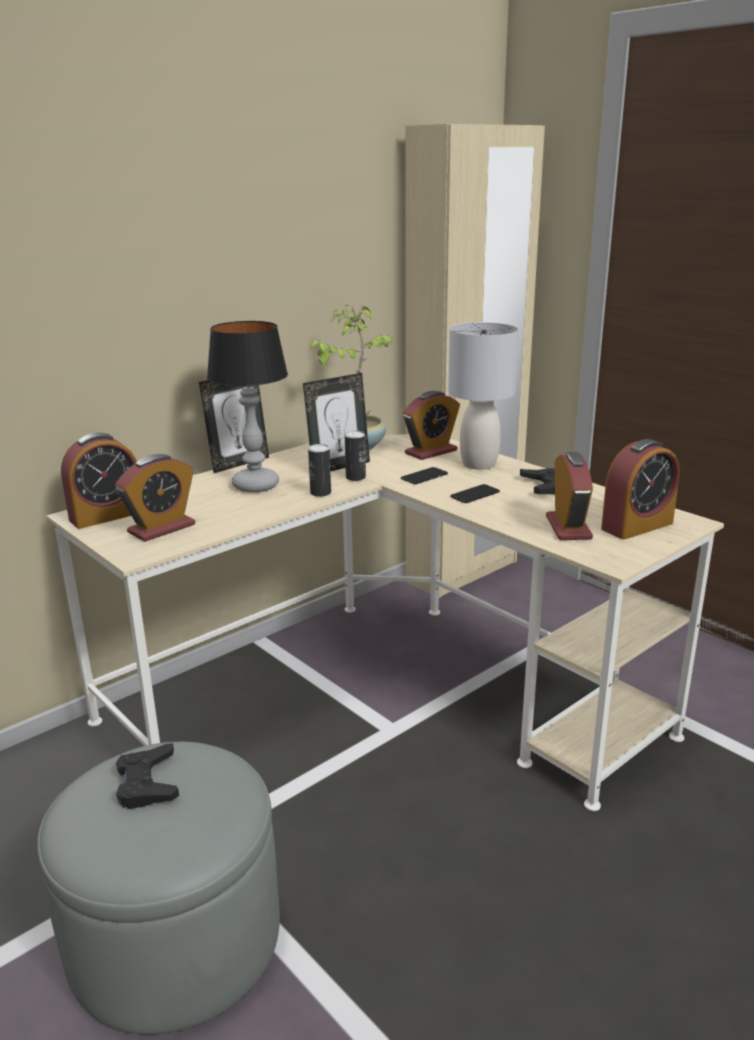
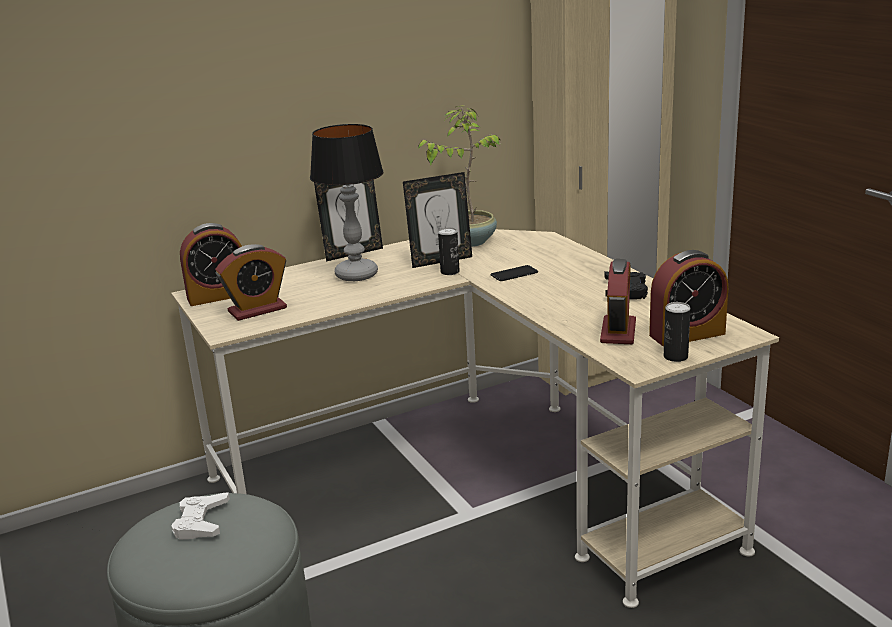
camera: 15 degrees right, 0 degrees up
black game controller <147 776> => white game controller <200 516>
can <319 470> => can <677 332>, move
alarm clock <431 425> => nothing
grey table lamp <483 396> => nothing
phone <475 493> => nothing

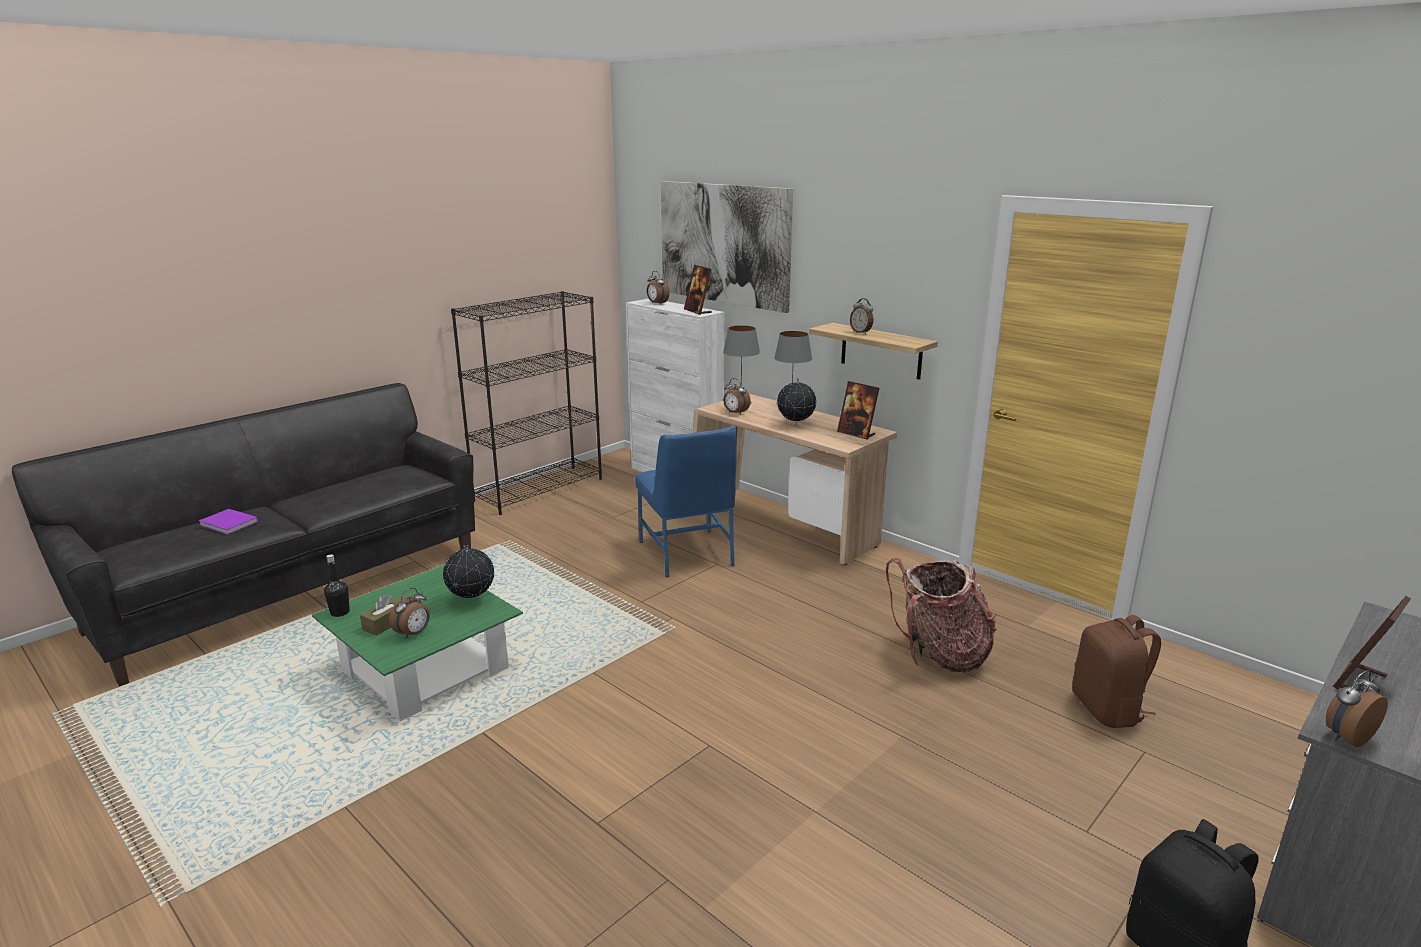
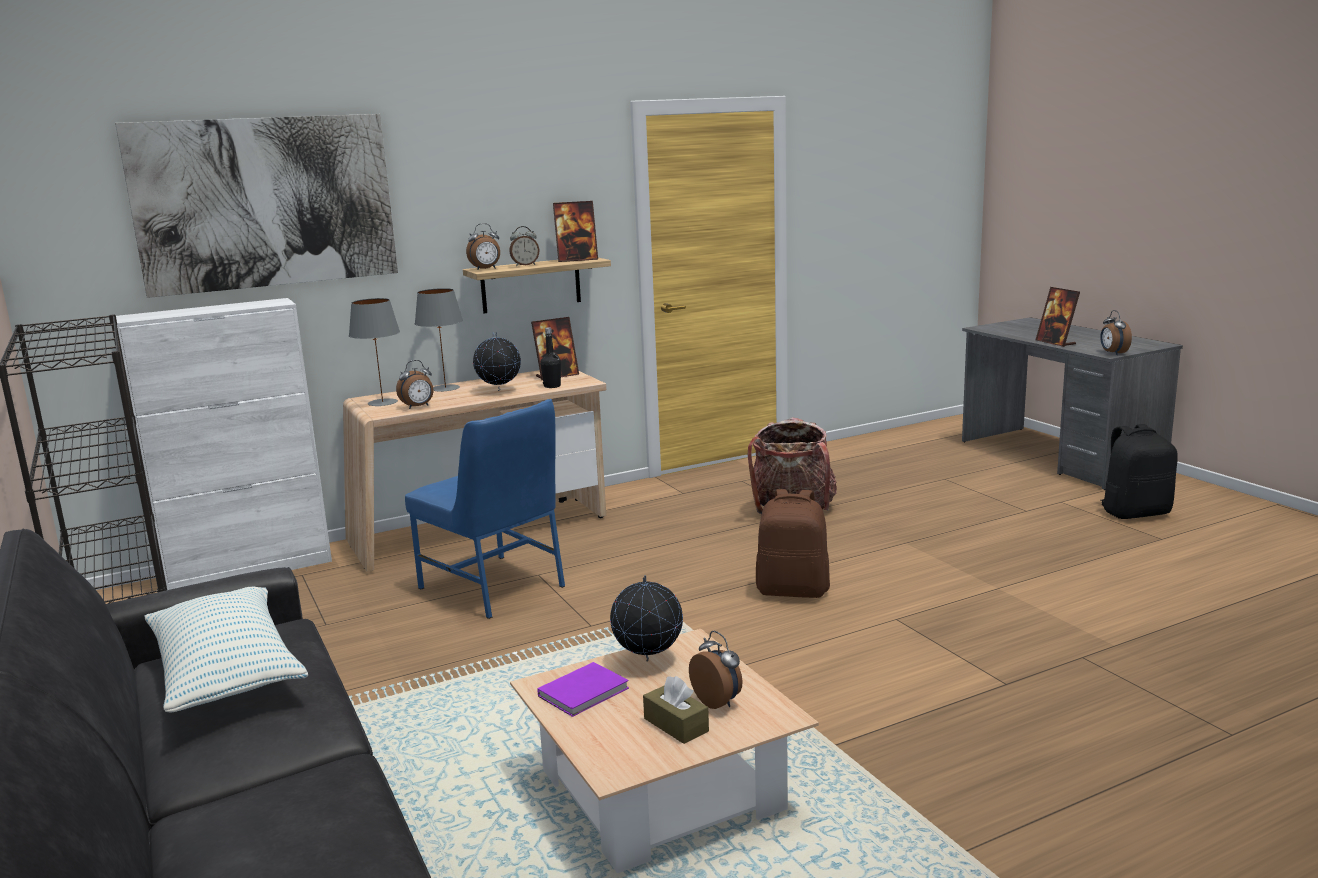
camera: 70 degrees left, 5 degrees down
nothing => pillow <226 650>
blue chair <686 501> => blue chair <485 509>, 45 degrees clockwise
alarm clock <658 288> => alarm clock <483 246>, move
green coffee table <417 642> => beige coffee table <664 751>
purple book <228 522> => purple book <583 689>, move
black bottle <337 585> => black bottle <550 357>, move
picture frame <698 290> => picture frame <575 231>, move
brown backpack <1116 671> => brown backpack <793 543>, move

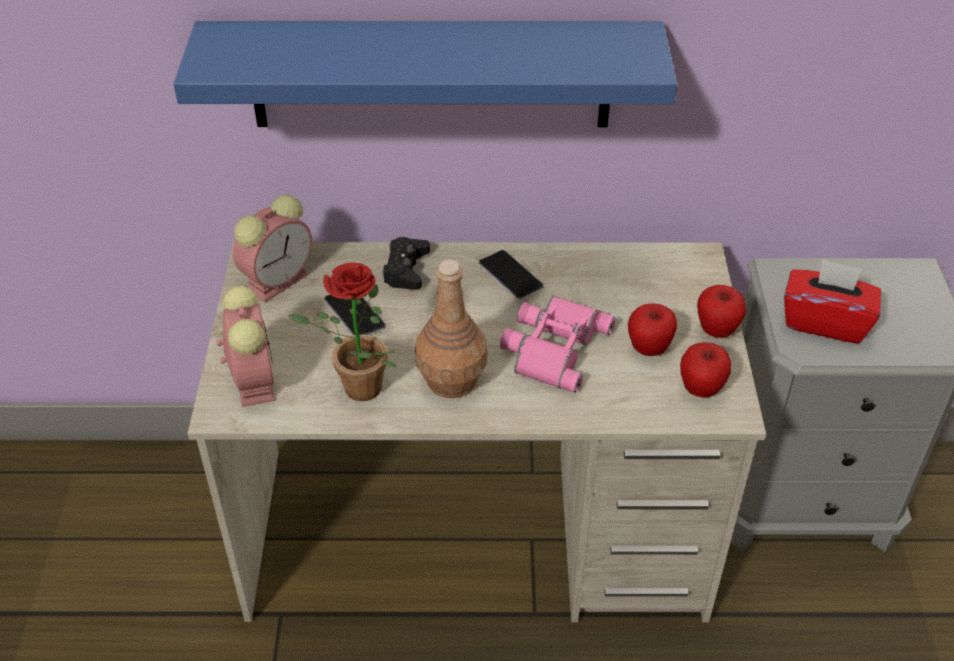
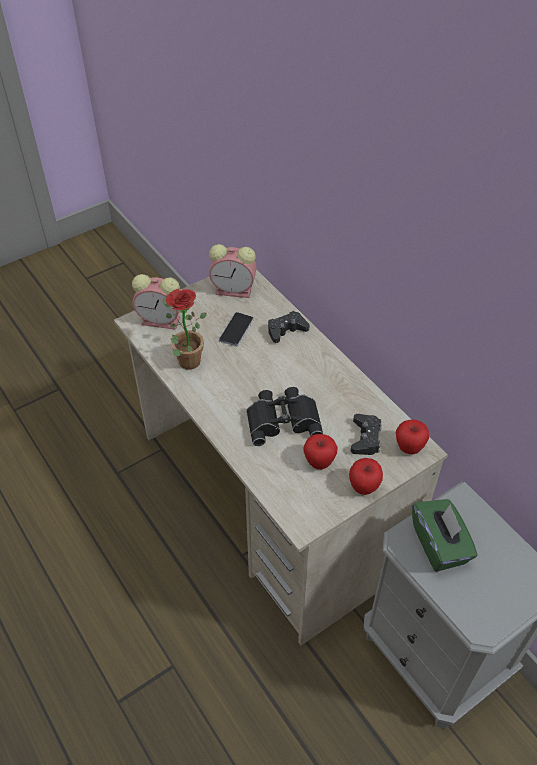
camera: 55 degrees right, 5 degrees up
alarm clock <245 346> => alarm clock <156 302>, 60 degrees clockwise
pink binoculars <558 344> => black binoculars <284 416>
nothing => black game controller <366 434>
apple <705 370> => apple <412 437>, move
red tissue box <832 301> => green tissue box <445 535>
blue shelf <425 74> => nothing
brown bottle <451 329> => nothing
phone <511 275> => nothing

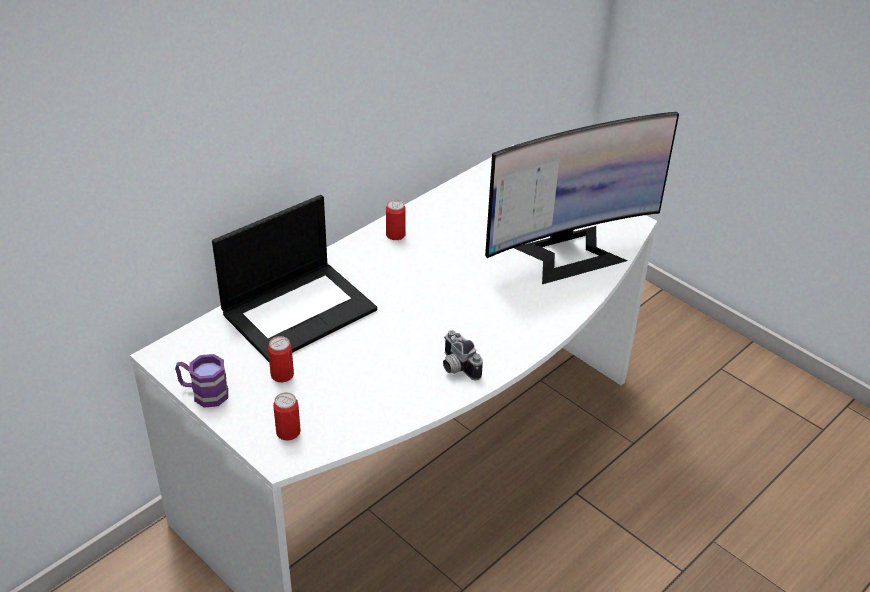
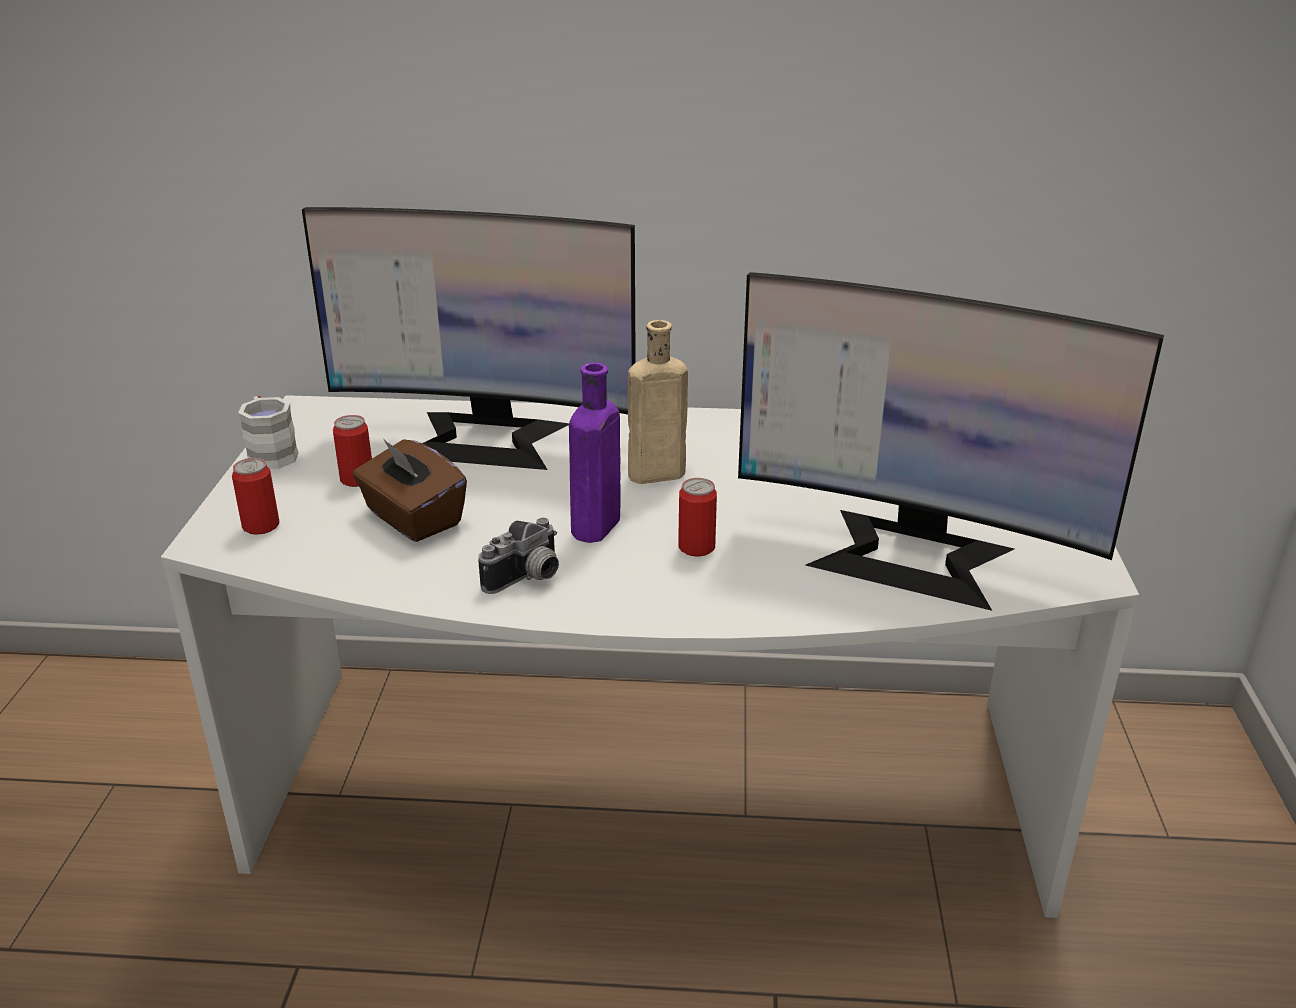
camera: 50 degrees right, 10 degrees down
purple mug <201 381> => white mug <268 432>
laptop <294 278> => monitor <469 338>
nothing => brown tissue box <410 489>
photo camera <463 355> => photo camera <518 556>, 150 degrees counterclockwise
nothing => purple bottle <594 452>
nothing => beige bottle <654 402>
can <396 220> => can <697 517>, move

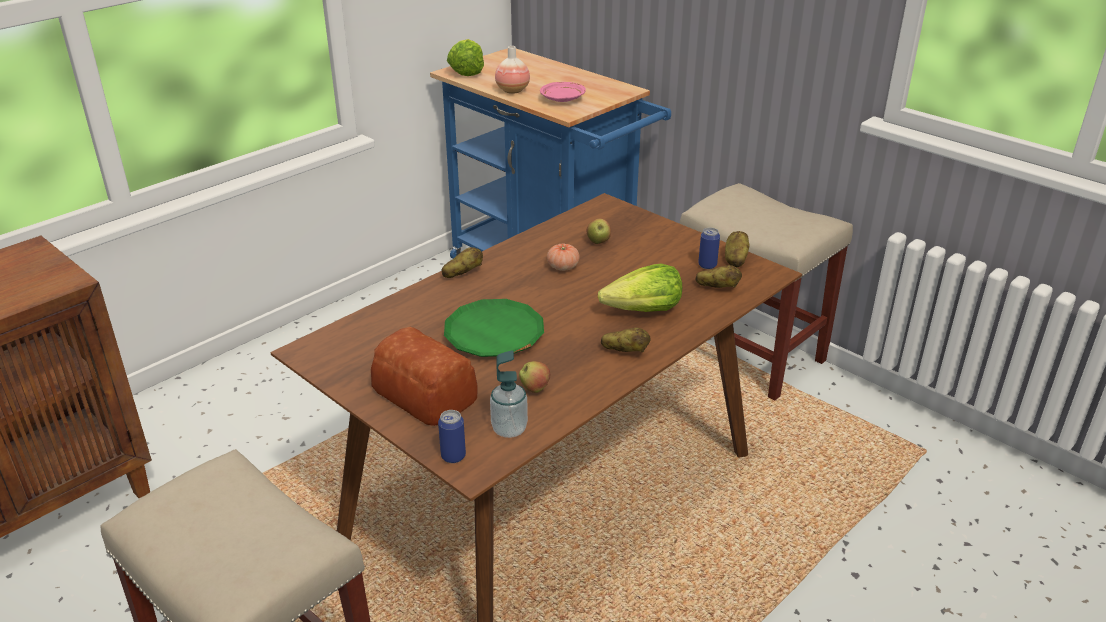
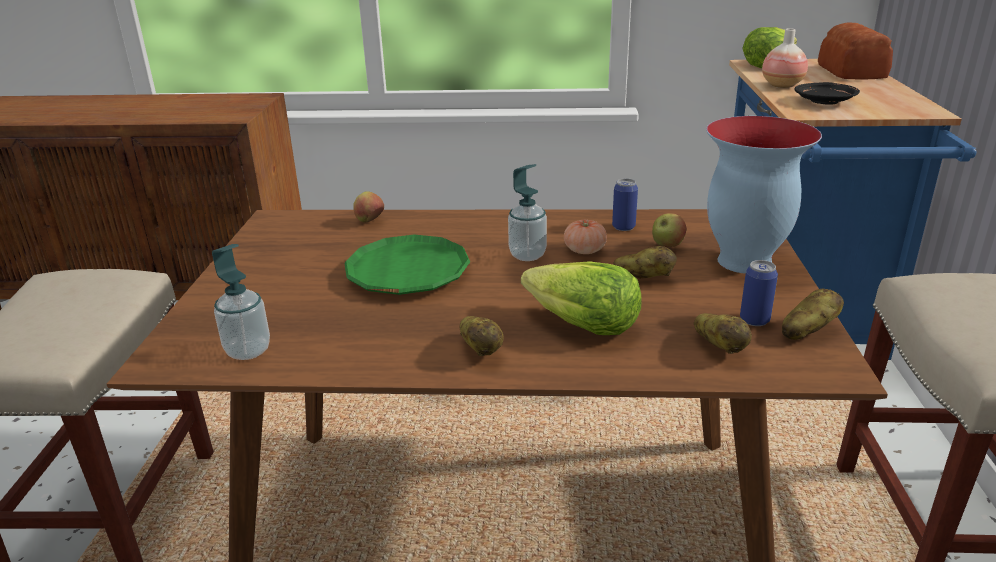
camera: 50 degrees right, 5 degrees down
apple <535 377> => apple <368 206>, move
nothing => soap dispenser <527 212>
can <452 436> => can <625 204>, move
potato <462 262> => potato <645 262>, move
nothing => vase <764 195>
pink plate <563 92> => black plate <827 93>
bread <424 376> => bread <855 51>, move

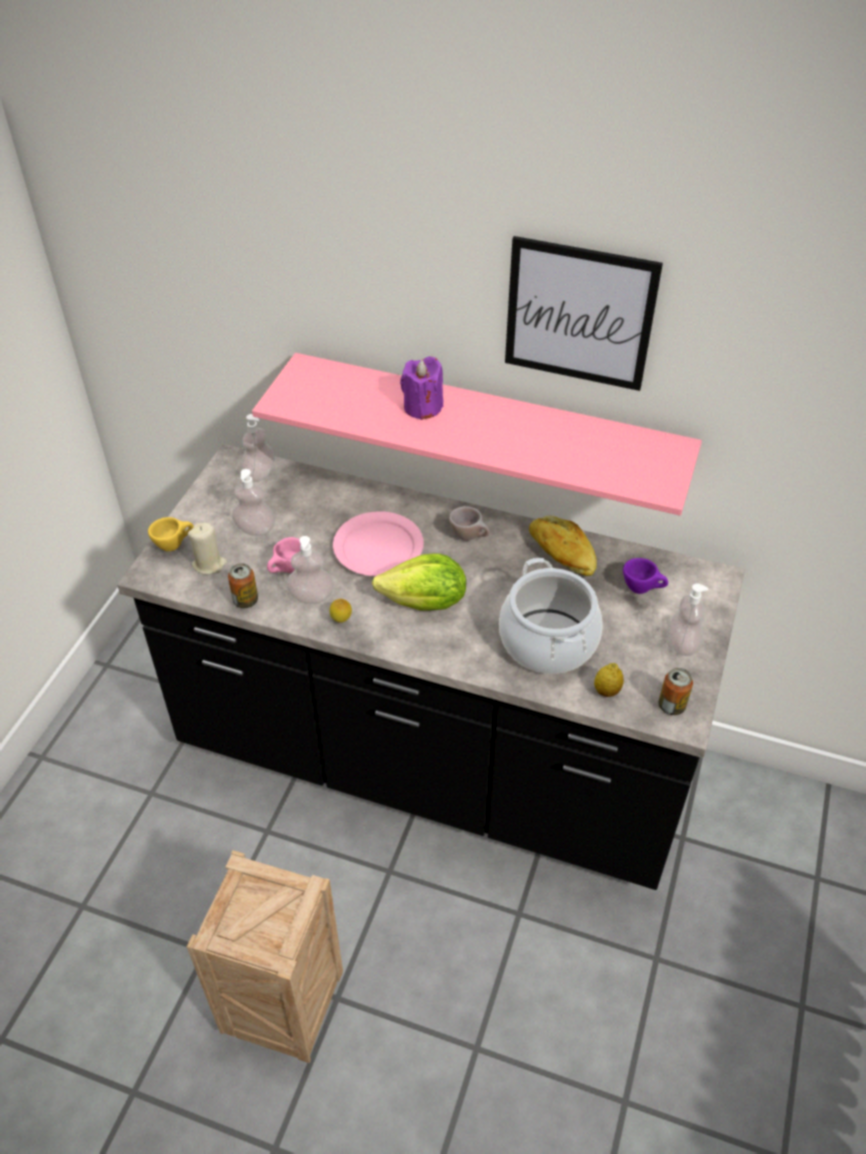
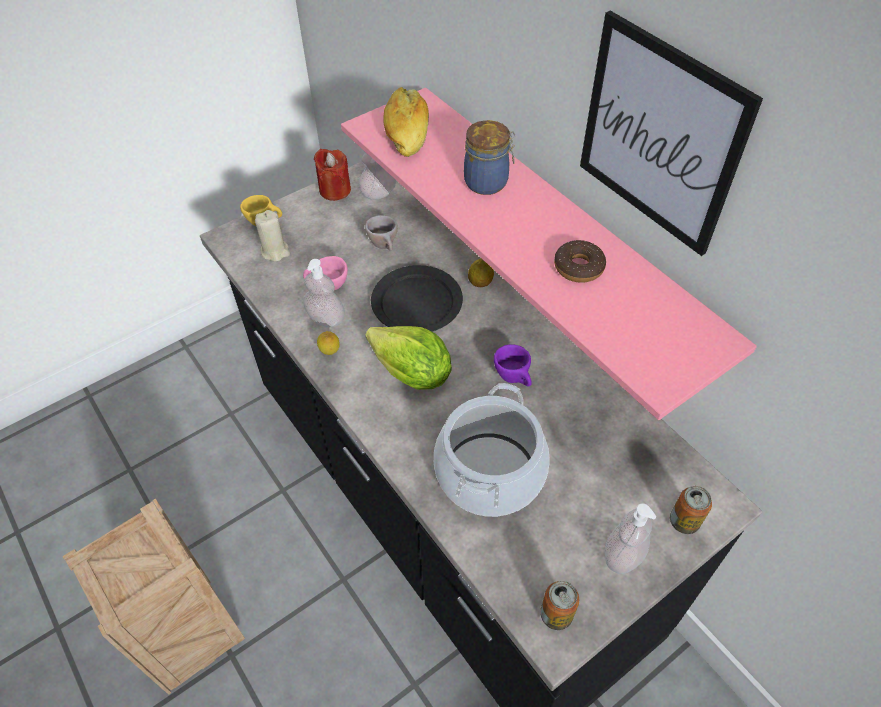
camera: 35 degrees right, 5 degrees up
nothing => red candle <332 175>
beige cup <469 523> => beige cup <381 233>, move
pink plate <378 543> => black plate <417 298>
bread <563 545> => bread <406 122>, move
purple candle <421 388> => jar <489 157>
lemon <609 680> => lemon <481 272>, move
purple cup <645 576> => purple cup <513 365>, move
nothing => donut <580 261>
can <243 585> => can <691 510>, move
soap dispenser <253 502> => nothing

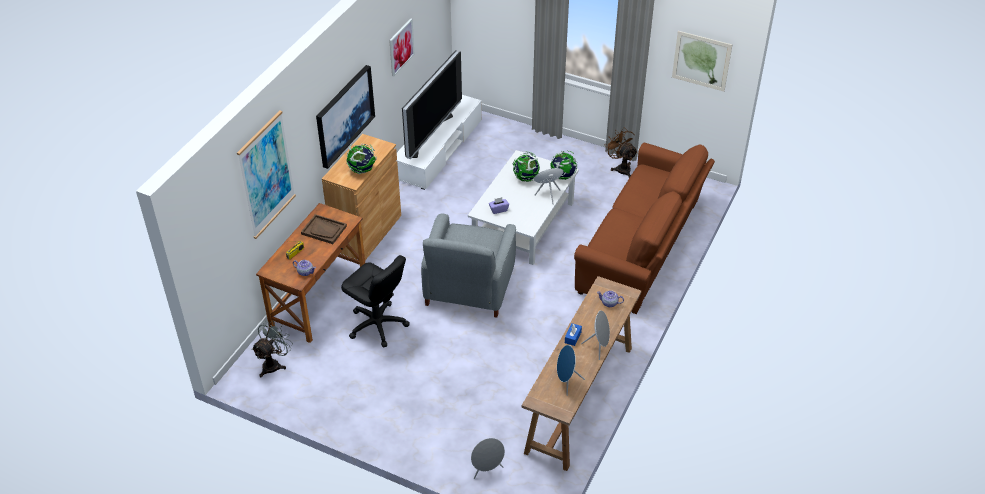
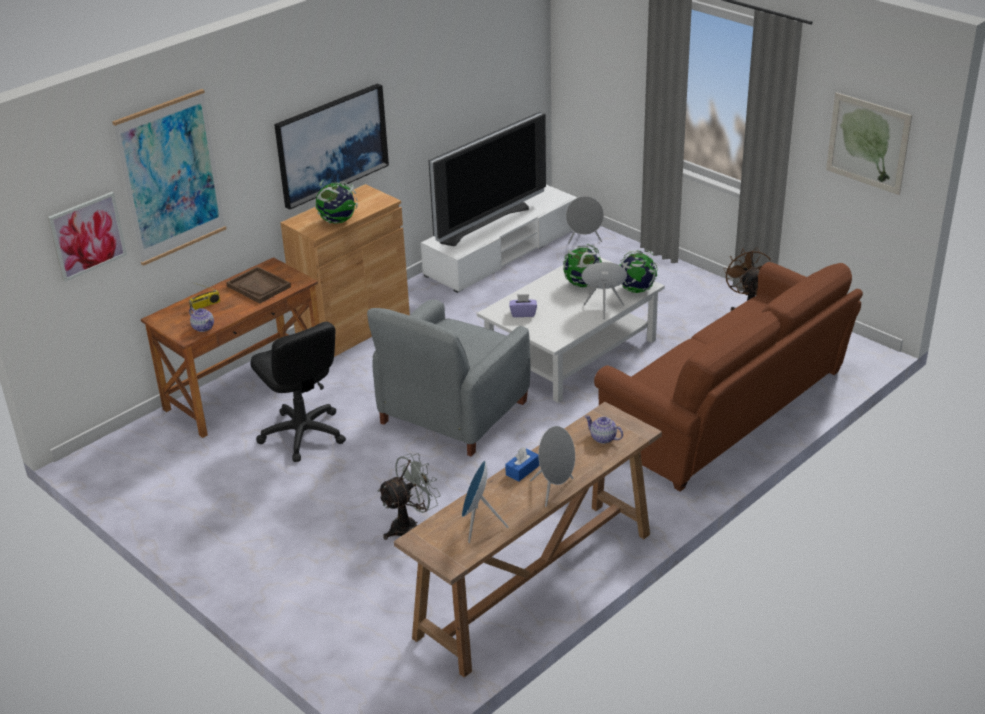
camera: 20 degrees right, 10 degrees down
picture <402 47> => picture <87 237>, move
grey fan <272 349> => grey fan <409 496>, move
grey speaker <488 458> => grey speaker <585 220>, move

